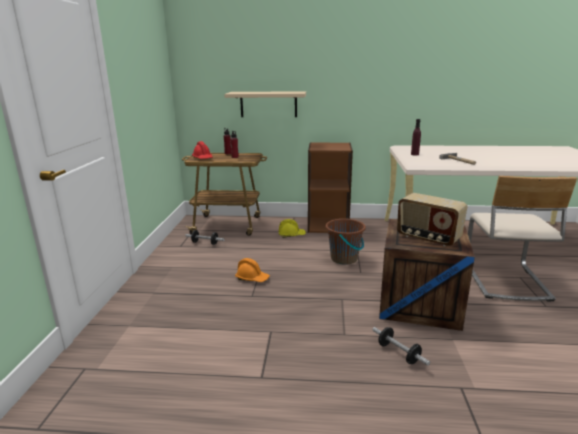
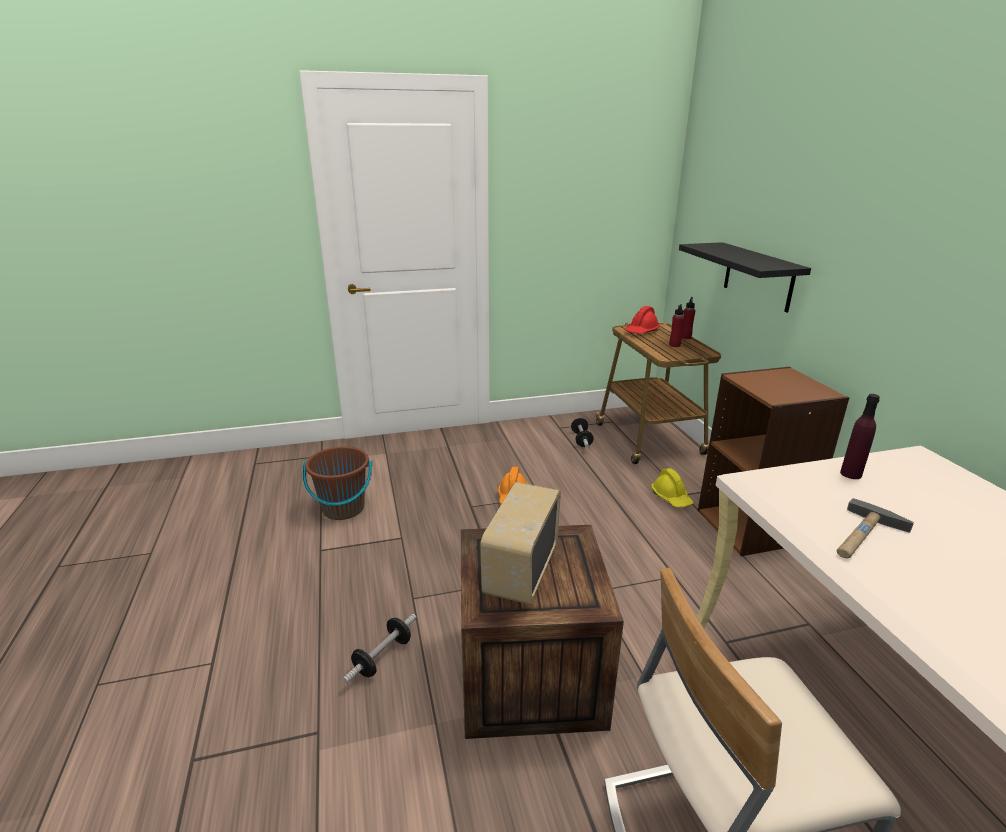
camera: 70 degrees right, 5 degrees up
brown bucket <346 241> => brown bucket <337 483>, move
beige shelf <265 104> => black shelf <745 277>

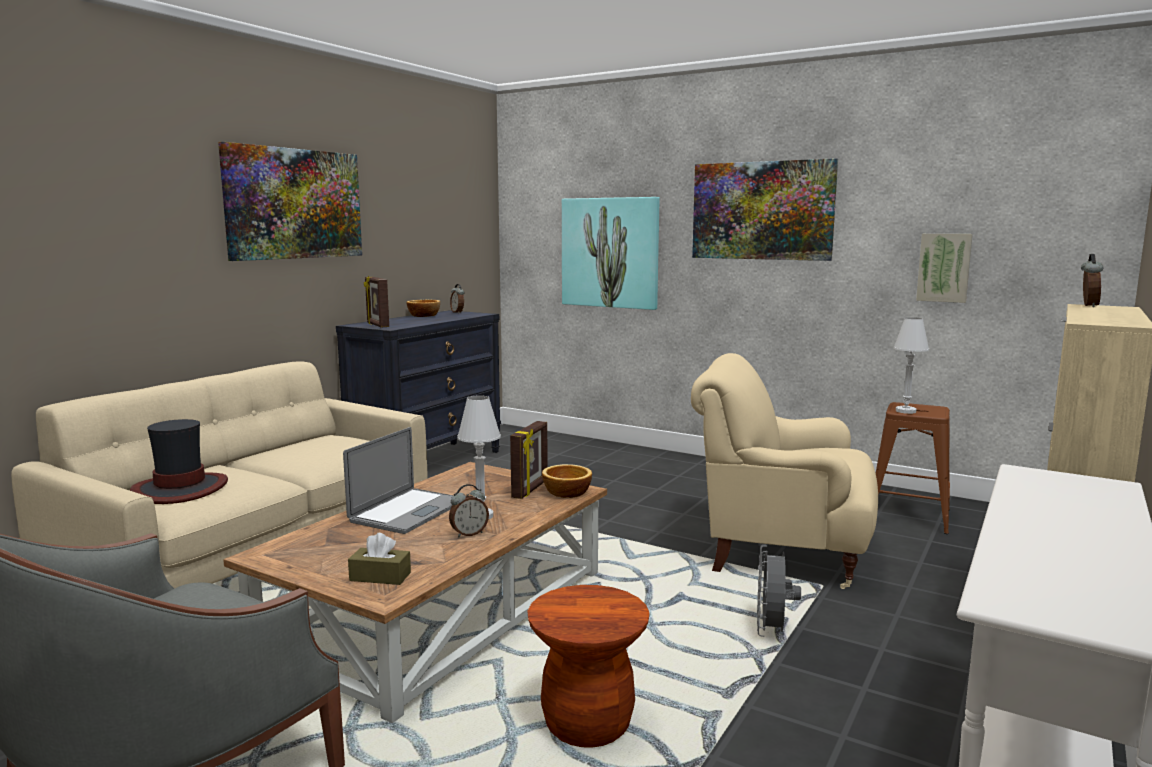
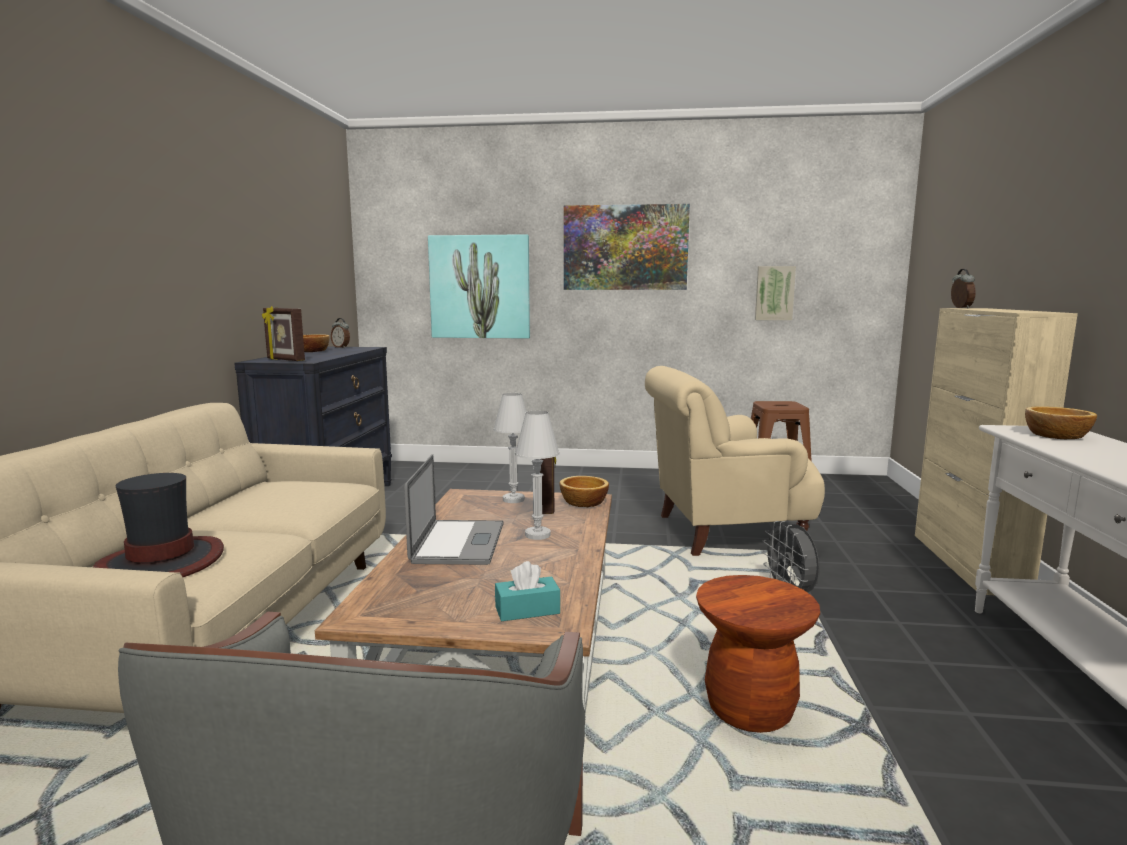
camera: 25 degrees left, 0 degrees up
white table lamp <911 365> => white table lamp <510 448>, move
brown tissue box <379 559> => turquoise tissue box <527 591>
nothing => bowl <1061 422>
picture <290 201> => nothing
alarm clock <469 510> => nothing

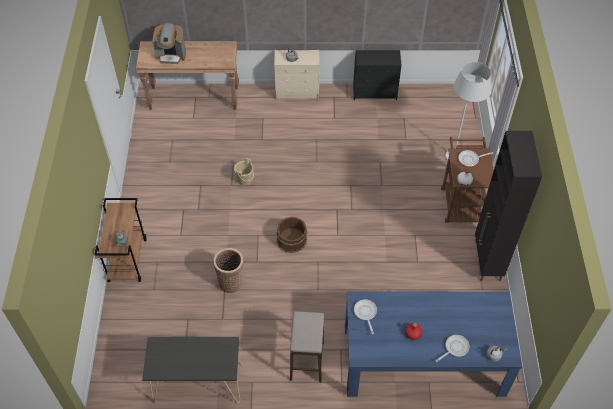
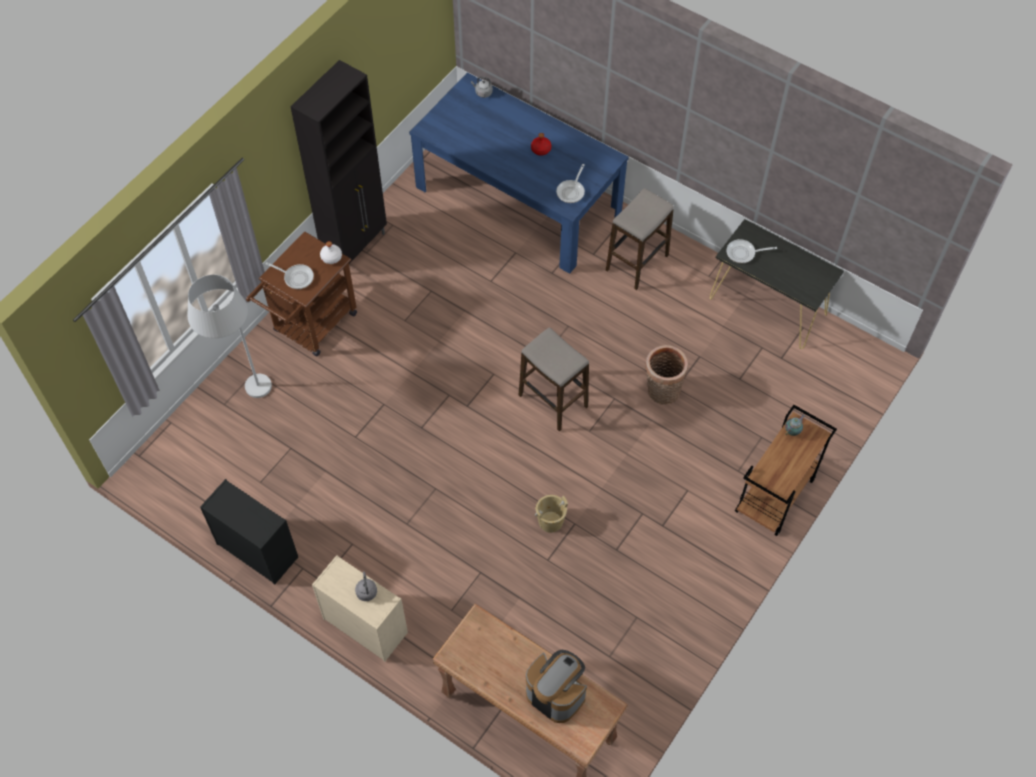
camera: 145 degrees left, 5 degrees up
brown bucket <291 235> => stool <554 380>
frying pan <453 348> => frying pan <751 251>, move

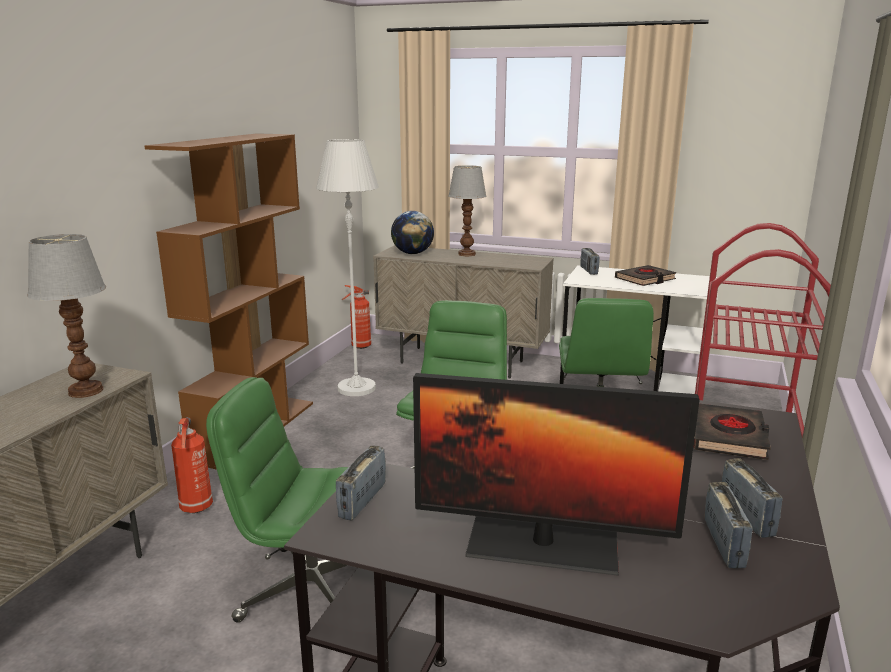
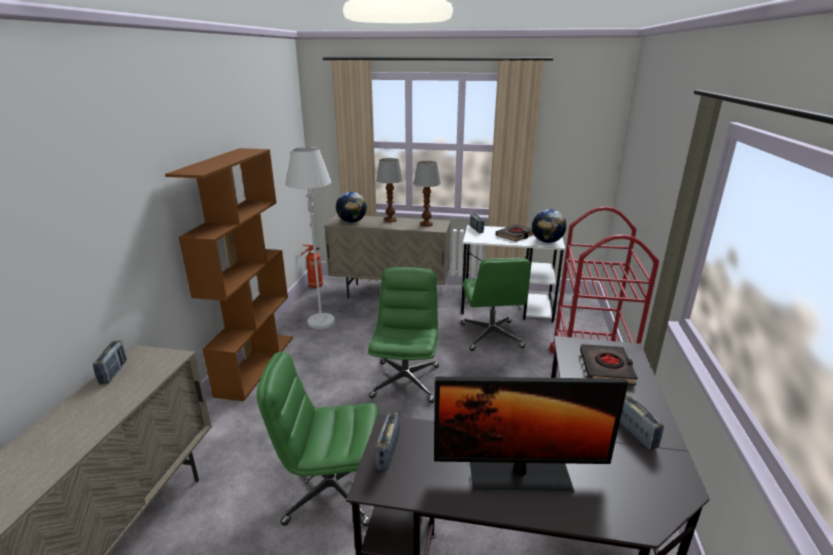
camera: 10 degrees left, 5 degrees up
radio <729 525> => radio <110 362>, move
table lamp <66 316> => table lamp <427 194>, move
nothing => globe <549 226>
fire extinguisher <192 465> => nothing

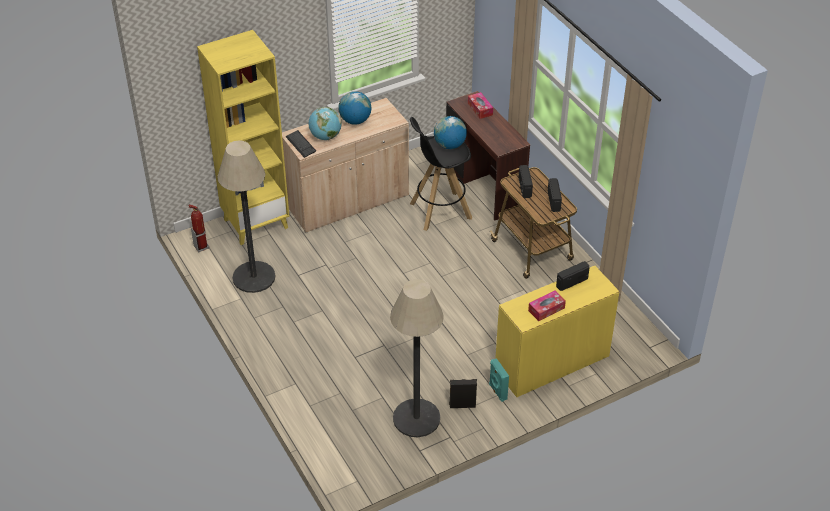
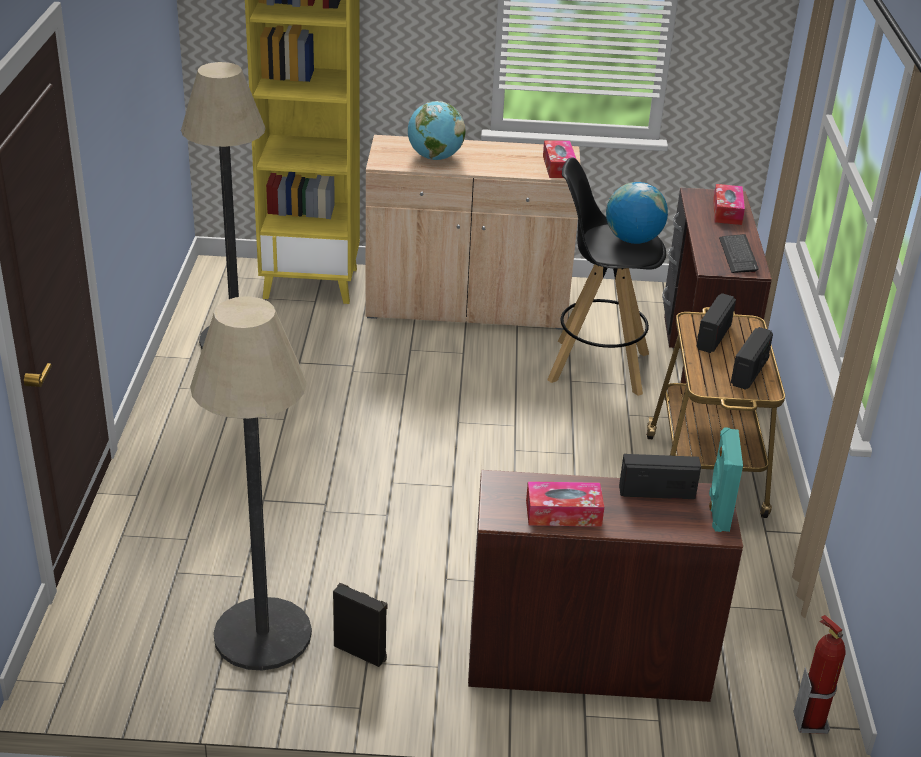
camera: 30 degrees right, 10 degrees down
yellow desk <557 331> => brown desk <605 586>
nothing => tissue box <559 159>
turquoise speaker <499 380> => turquoise speaker <726 479>, move
keyboard <301 144> => keyboard <739 253>, move
fire extinguisher <198 228> => fire extinguisher <819 674>, move
globe <354 108> => nothing

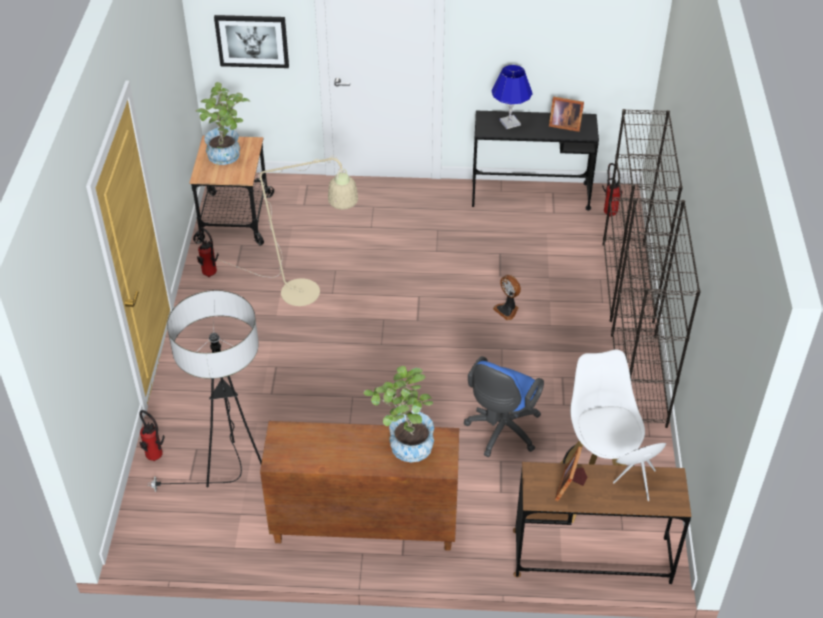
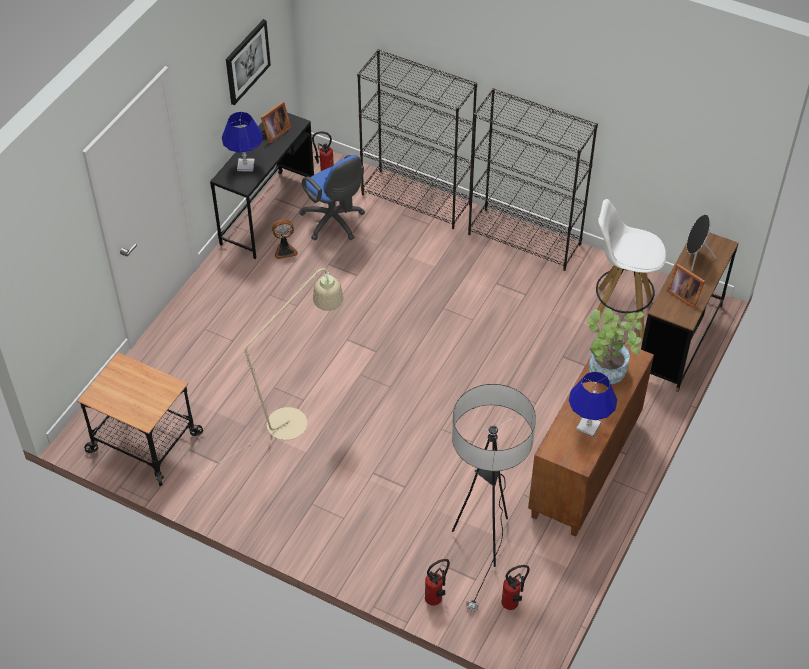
camera: 65 degrees left, 5 degrees up
picture <251 41> => picture <248 62>, move
fan <507 297> => fan <285 239>, move
blue office chair <504 406> => blue office chair <332 197>, move
fire extinguisher <208 252> => fire extinguisher <515 587>, move
nothing => blue table lamp <593 404>
potted plant <223 123> => nothing

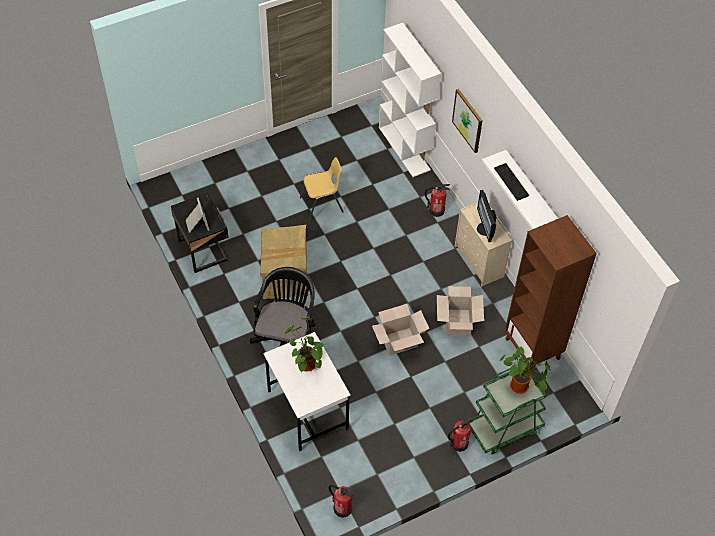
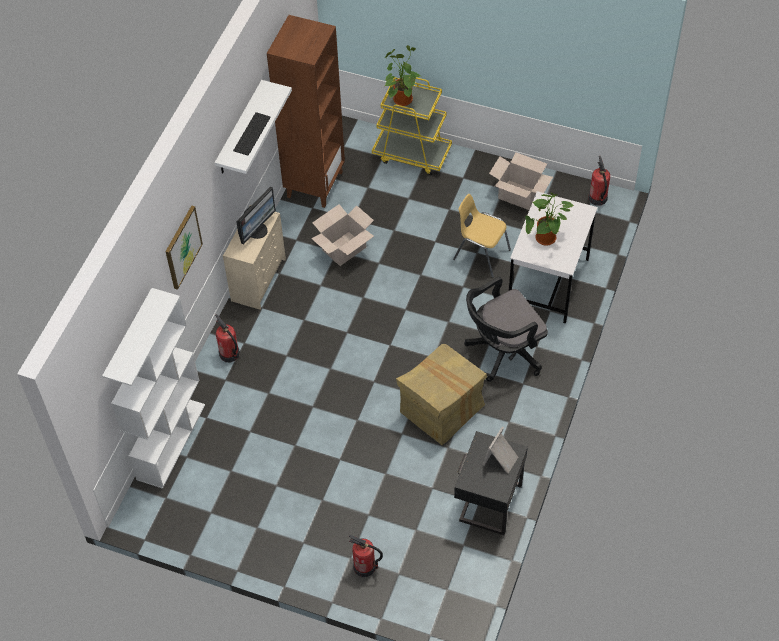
camera: 130 degrees left, 0 degrees up
fire extinguisher <461 434> => fire extinguisher <366 556>, move
green cart <507 411> => yellow cart <412 126>
yellow chair <322 189> => yellow chair <482 236>, move
cardboard box <400 330> => cardboard box <521 181>, move

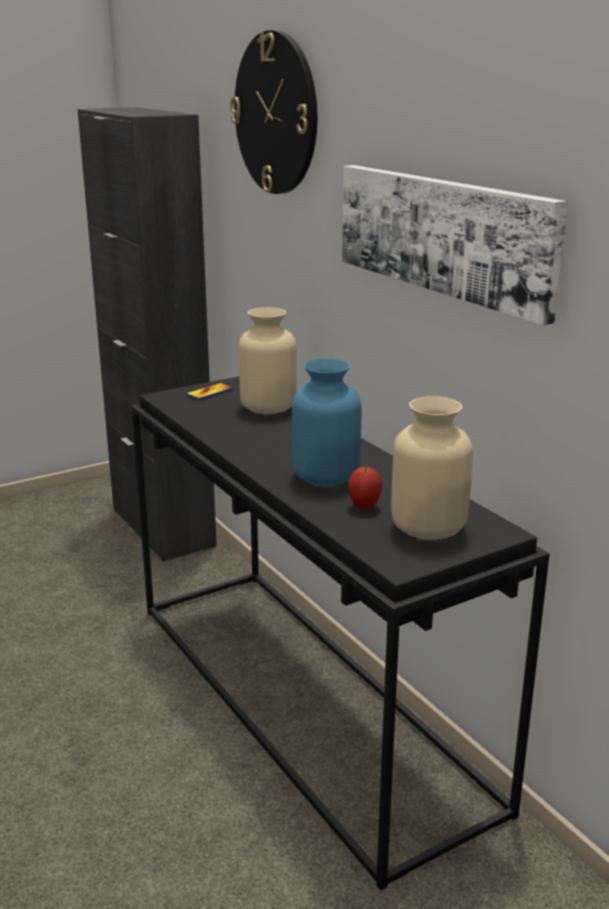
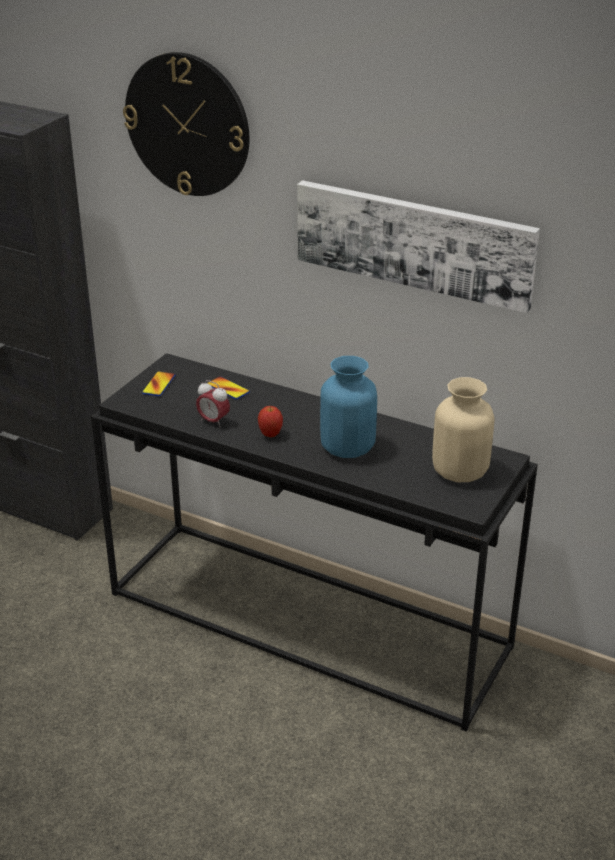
camera: 30 degrees left, 10 degrees up
nothing => alarm clock <213 403>
beige vase <268 360> => phone <228 388>
apple <365 488> => apple <270 421>, move

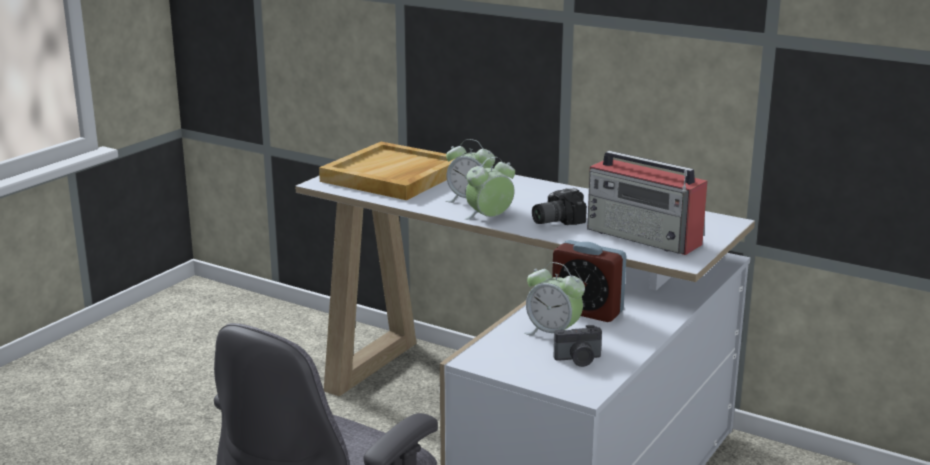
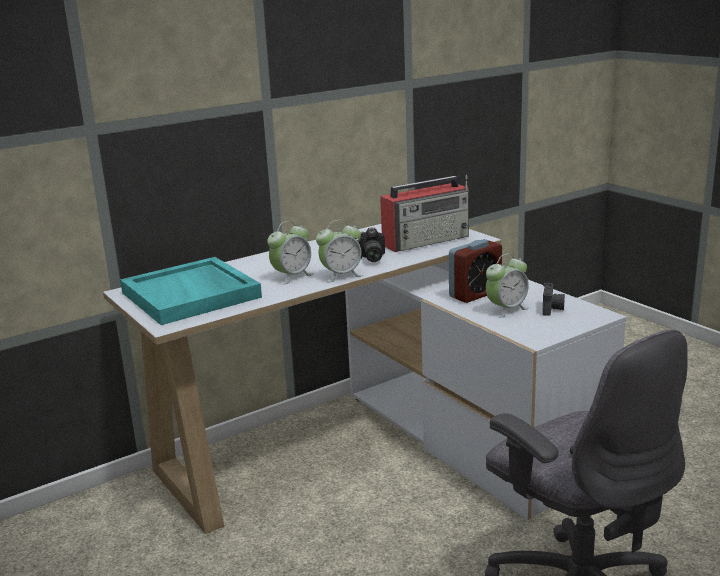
camera: 65 degrees left, 0 degrees up
beige tray <386 171> => turquoise tray <191 291>
alarm clock <490 188> => alarm clock <339 251>, 105 degrees counterclockwise

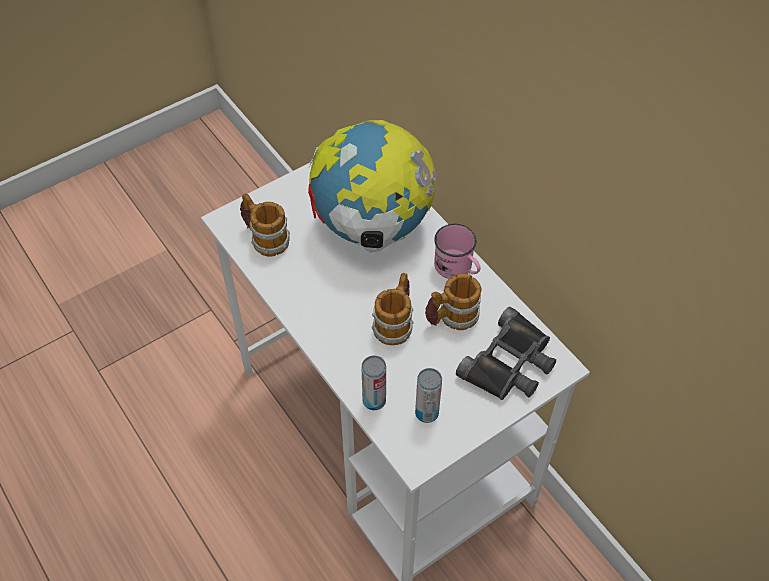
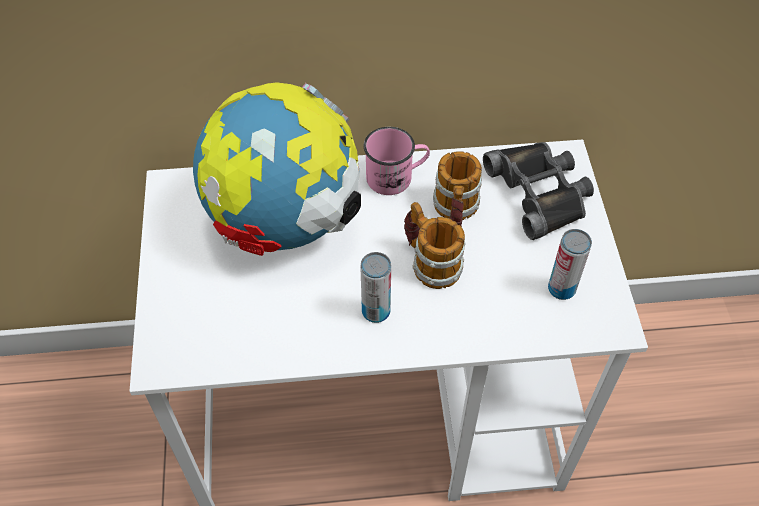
camera: 60 degrees left, 0 degrees up
can <374 382> => can <375 287>, move
mug <265 224> => nothing

